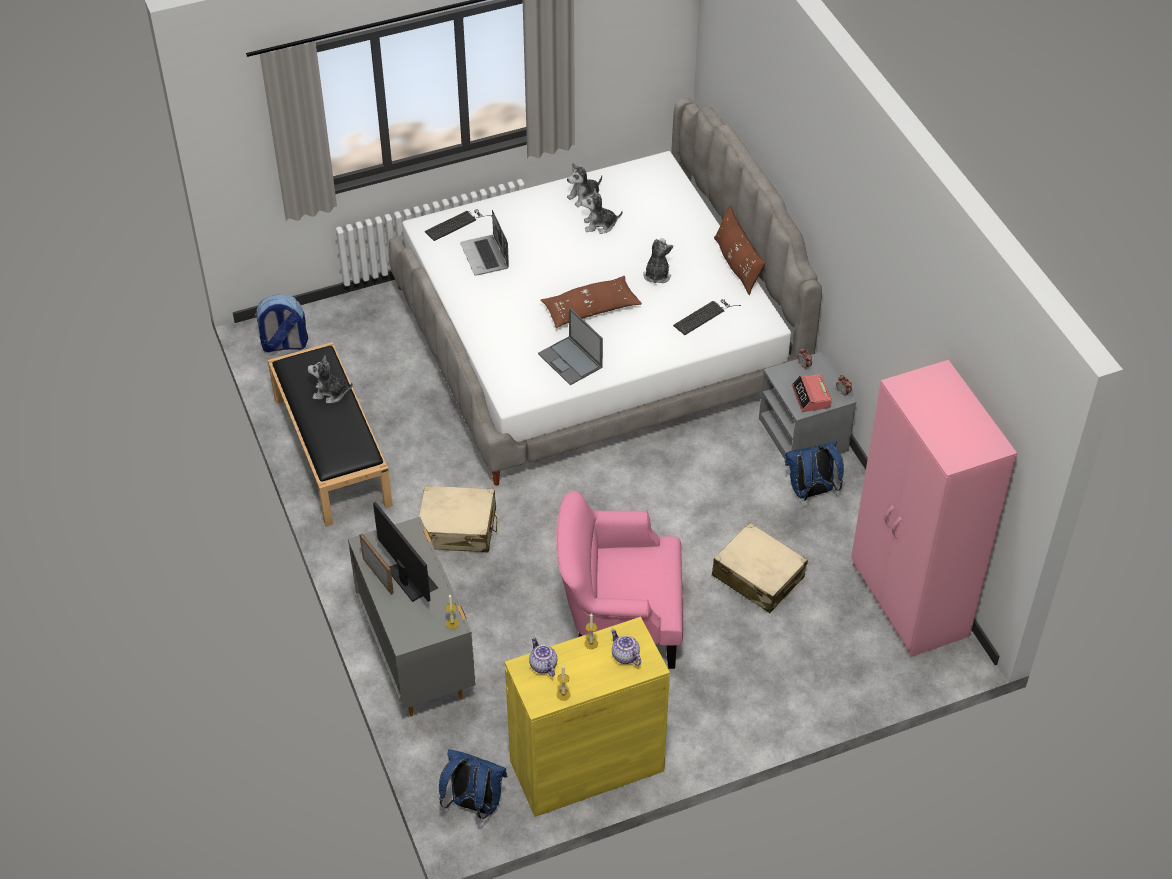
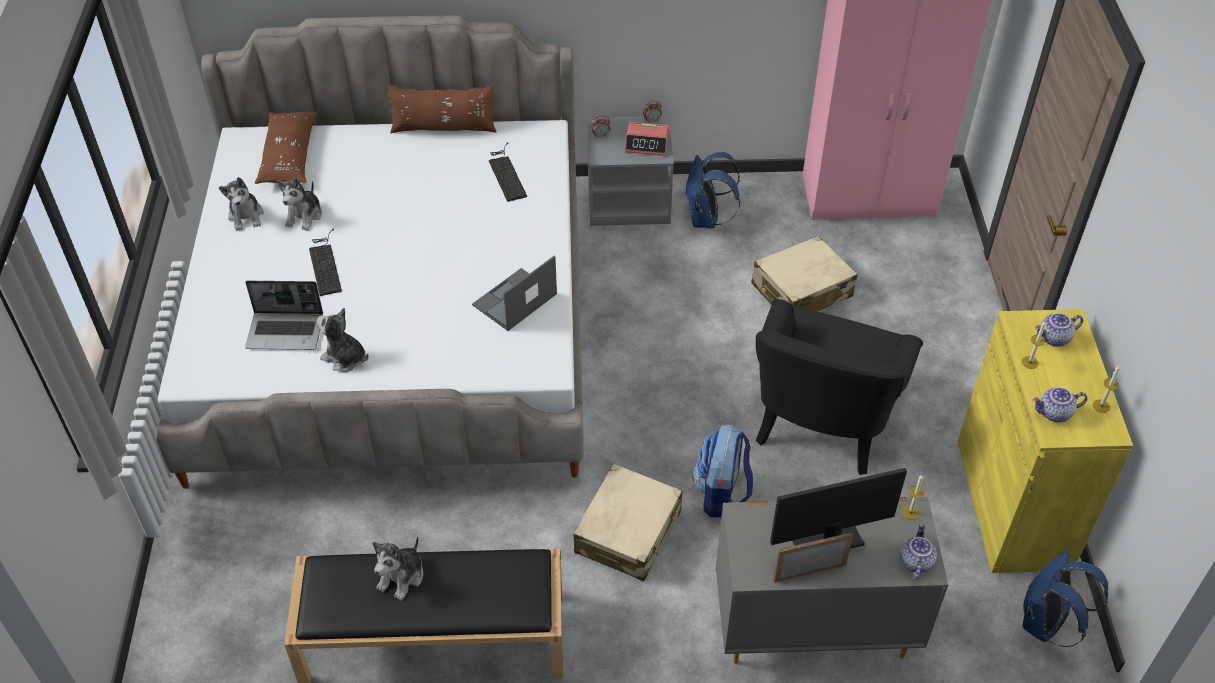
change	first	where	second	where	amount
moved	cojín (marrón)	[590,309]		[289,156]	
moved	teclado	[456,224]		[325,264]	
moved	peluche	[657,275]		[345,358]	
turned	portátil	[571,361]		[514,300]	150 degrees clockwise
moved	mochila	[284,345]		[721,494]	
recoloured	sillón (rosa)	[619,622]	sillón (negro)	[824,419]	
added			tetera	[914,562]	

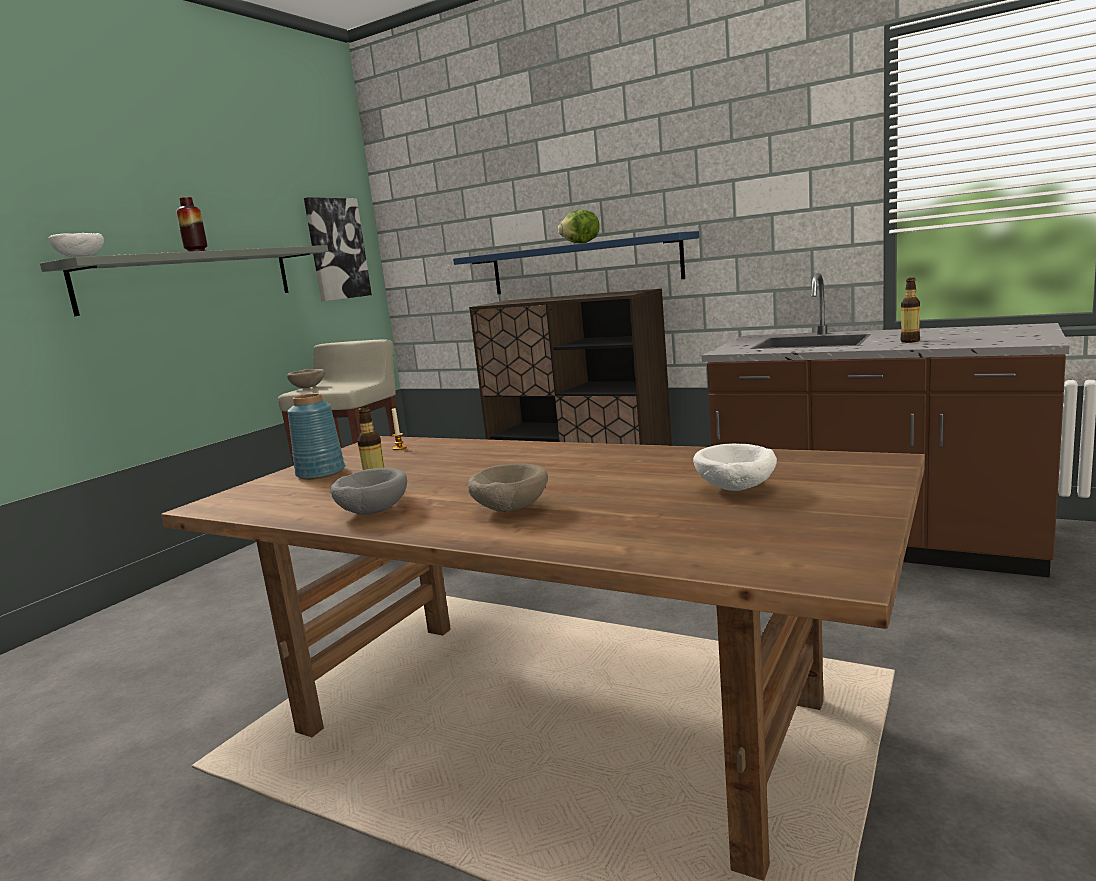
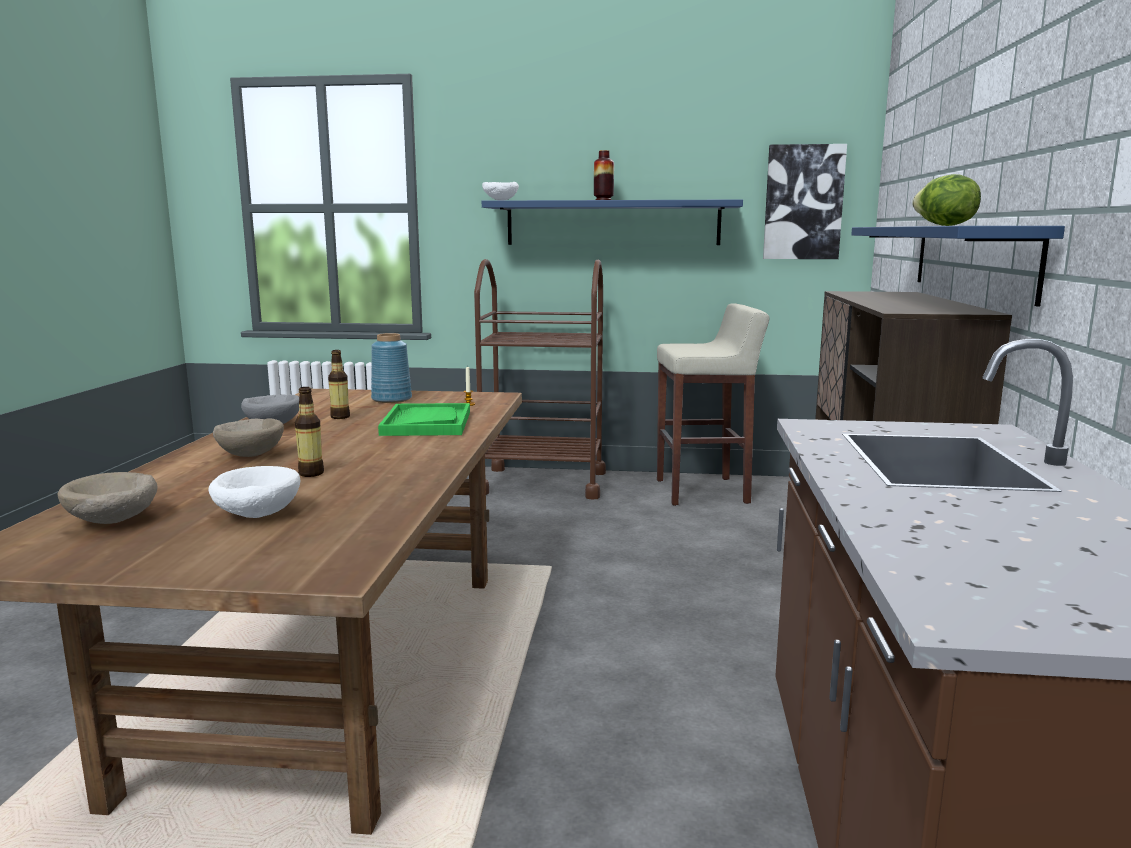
change	first	where	second	where	amount
moved	cuenco (beis)	[309,387]		[112,522]	
moved	botella	[910,341]		[311,473]	
added			bandeja (verde)	[426,423]	
added			carrito (marrón)	[542,483]	
recoloured	estante (gris)	[190,279]	estante (azul)	[612,223]	

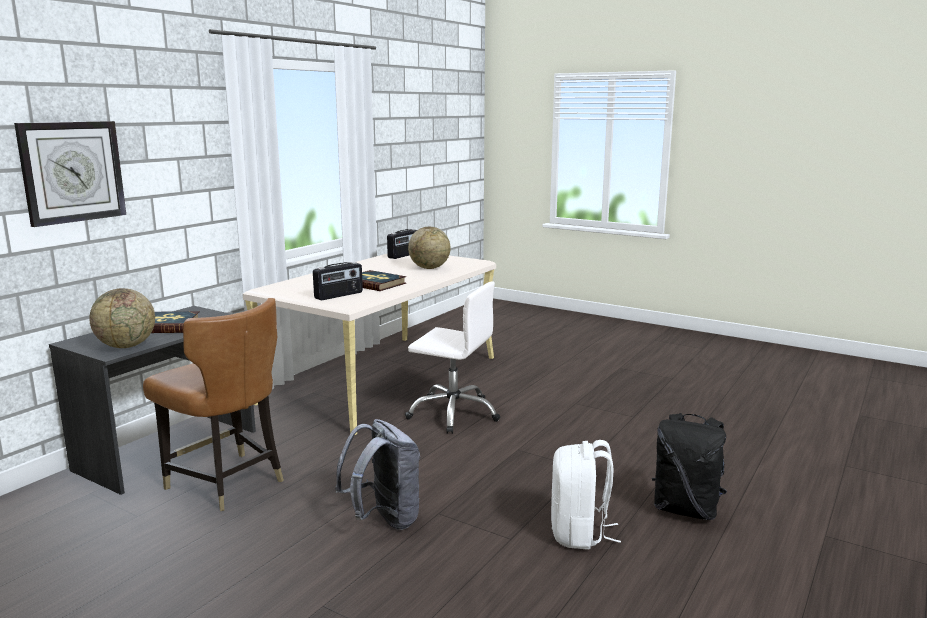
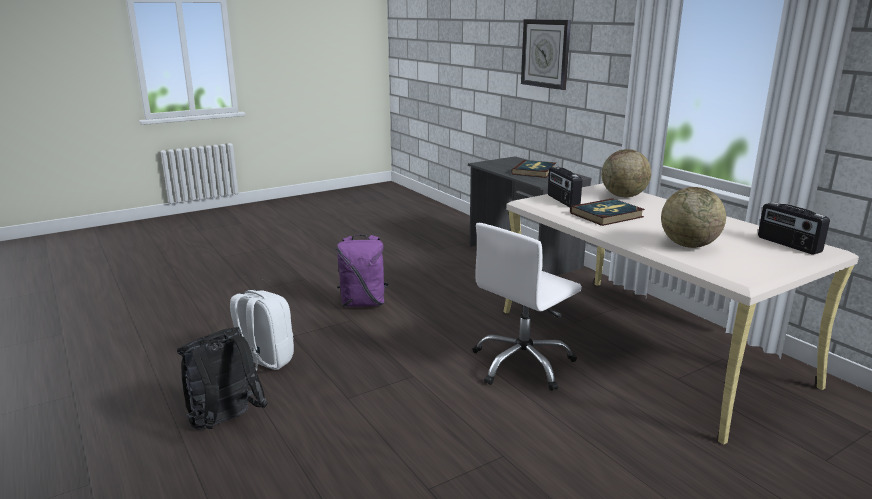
change	first	where	second	where	amount
recoloured	mochila (gris)	[384,520]	mochila (morado)	[363,303]	
moved	globo terráqueo	[126,346]		[623,196]	
removed	silla (marrón)	[227,483]			

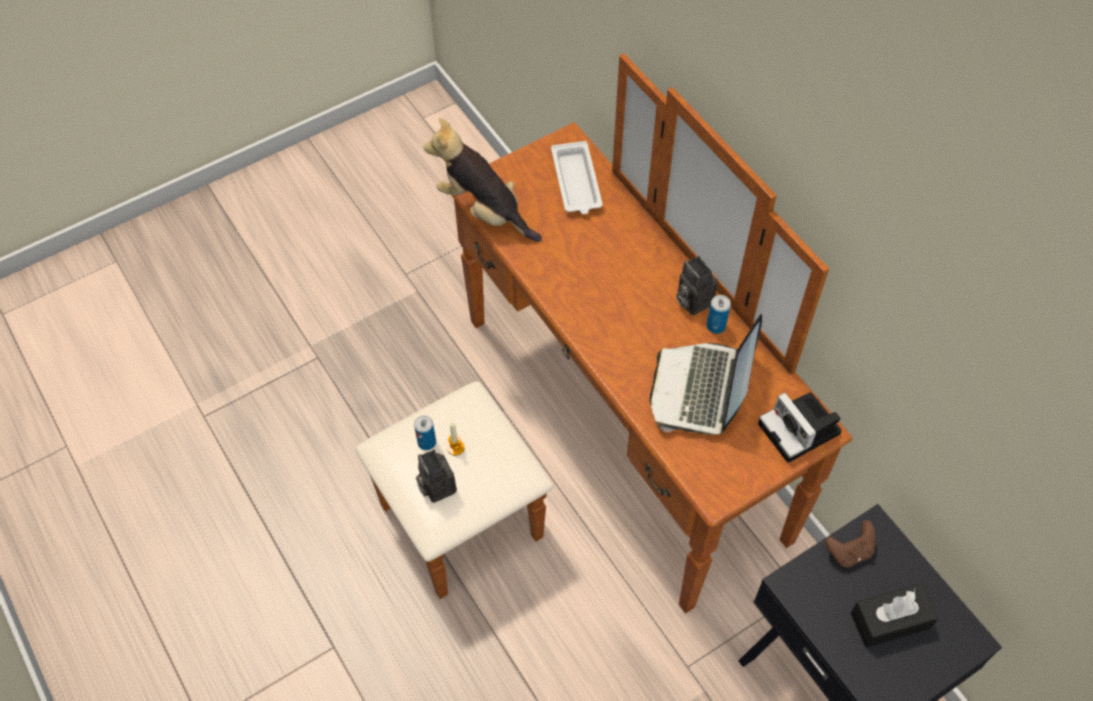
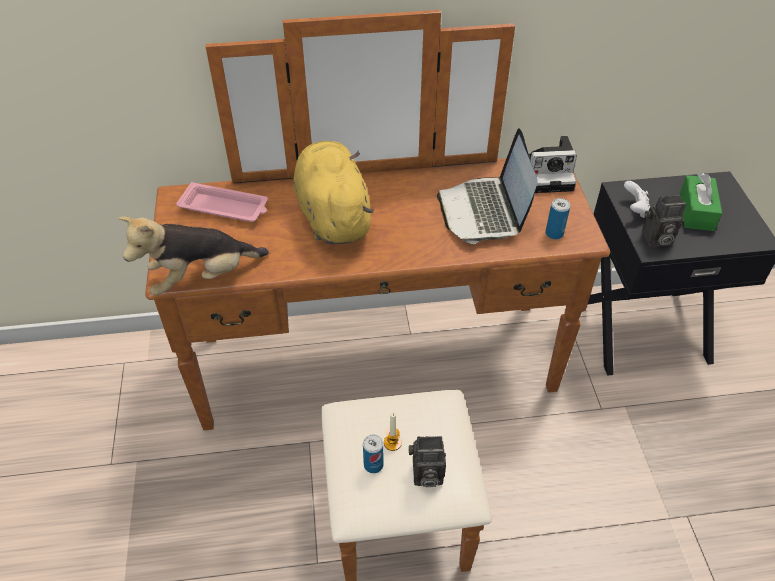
change	first	where	second	where	amount
recoloured	bandeja (blanco)	[576,183]	bandeja (rosa)	[225,208]	
added			peluche (amarillo)	[332,215]	
turned	portátil	[701,390]		[484,211]	45 degrees clockwise
moved	lata	[716,326]		[554,233]	
recoloured	mando de consola (marrón)	[849,551]	mando de consola (blanco)	[635,209]	
moved	cámara	[692,300]		[656,239]	
recoloured	caja de pañuelos (negro)	[890,620]	caja de pañuelos (verde)	[696,211]	

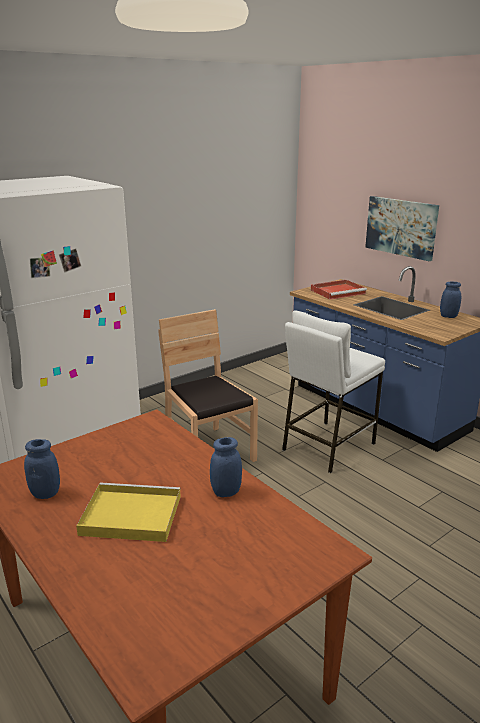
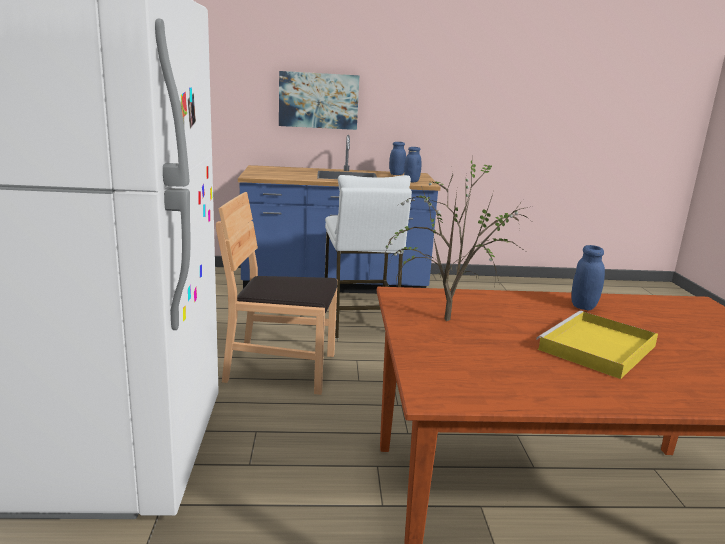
change	first	where	second	where	amount
added			planta en maceta	[445,317]	
moved	tarro (azul)	[45,493]		[411,181]	
removed	bandeja (rojo)	[338,291]			

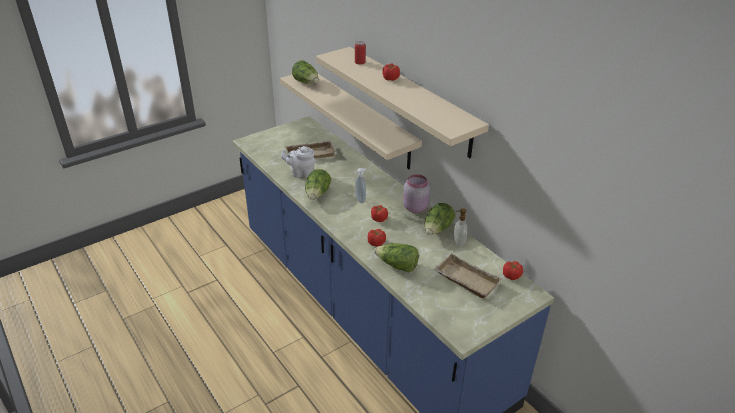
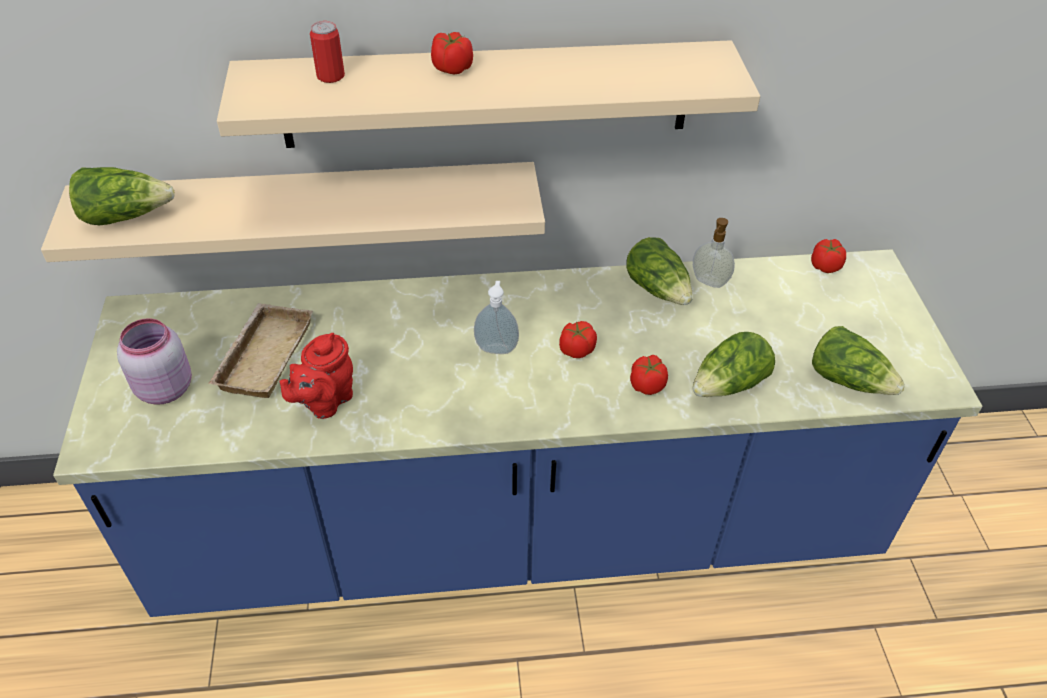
change	first	where	second	where	amount
moved	tarro (rosa)	[415,207]		[164,388]	
recoloured	tetera (blanco)	[301,173]	tetera (rojo)	[325,401]	
moved	lechuga	[317,194]		[848,380]	
removed	bandeja (beis)	[465,280]			

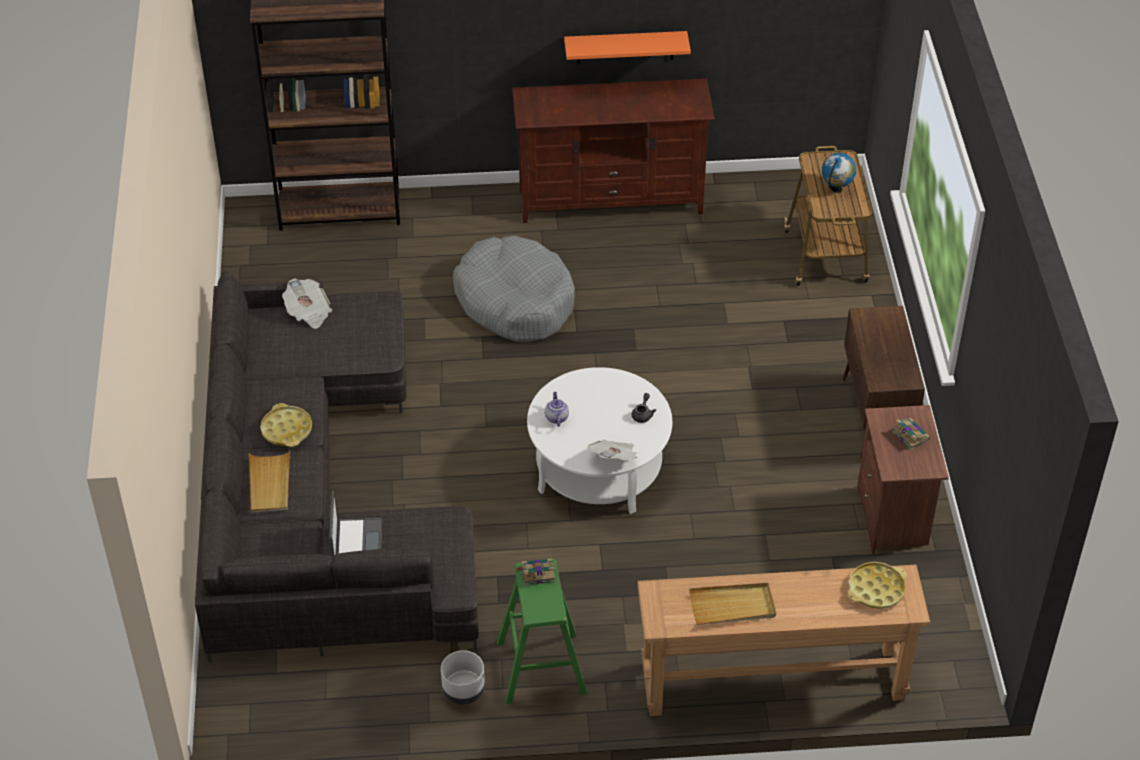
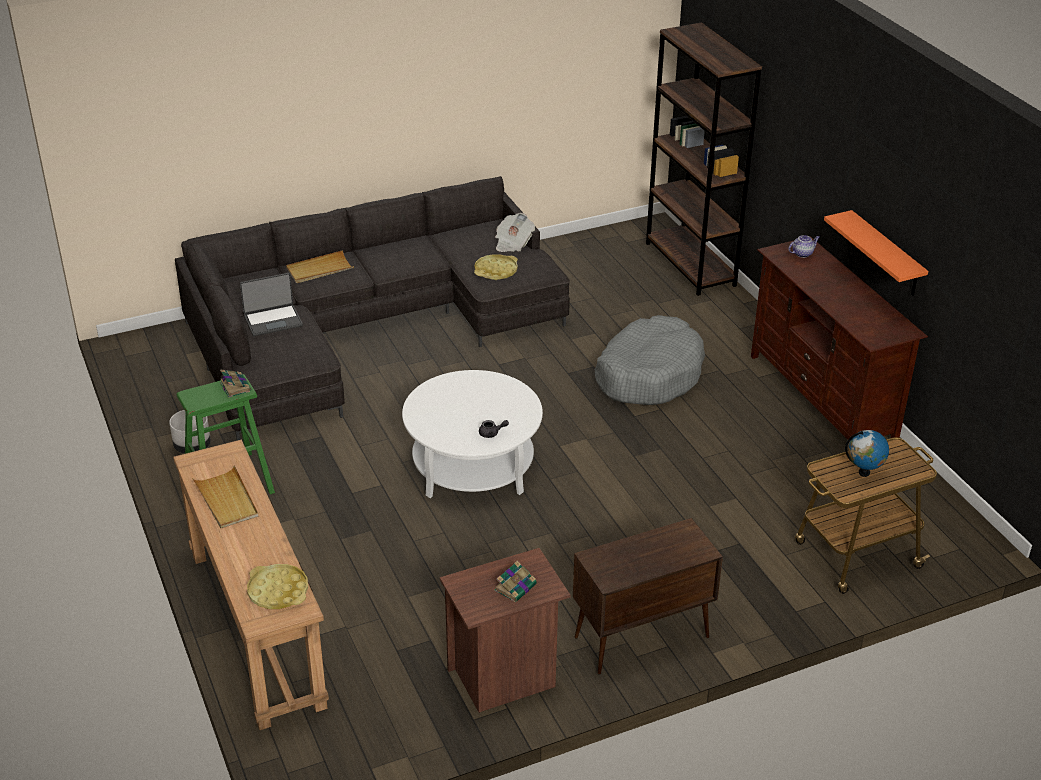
change	first	where	second	where	amount
moved	bandeja (amarillo)	[287,429]		[496,271]	
moved	tetera	[556,417]		[802,253]	
removed	periódico	[614,458]			

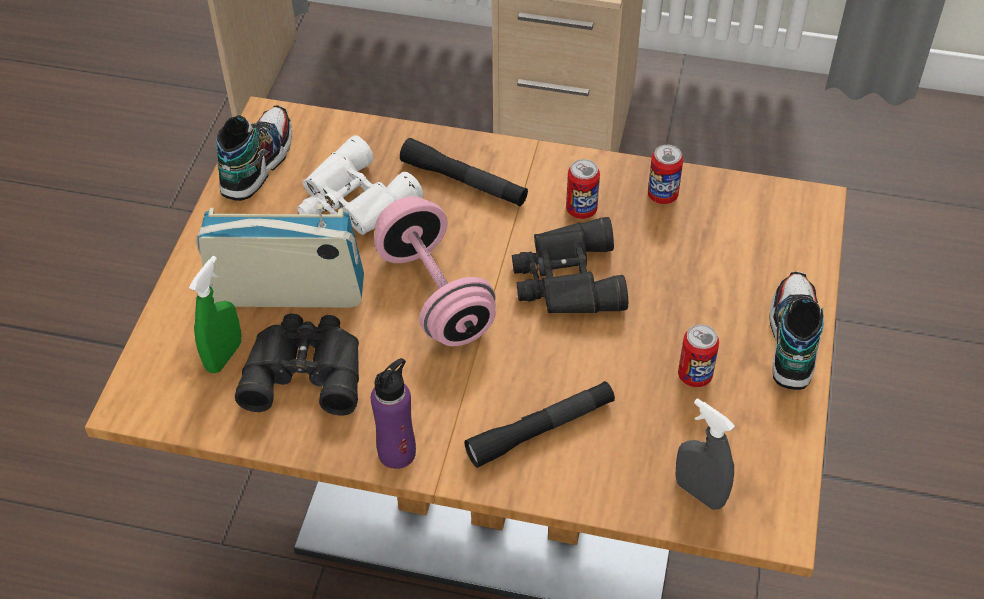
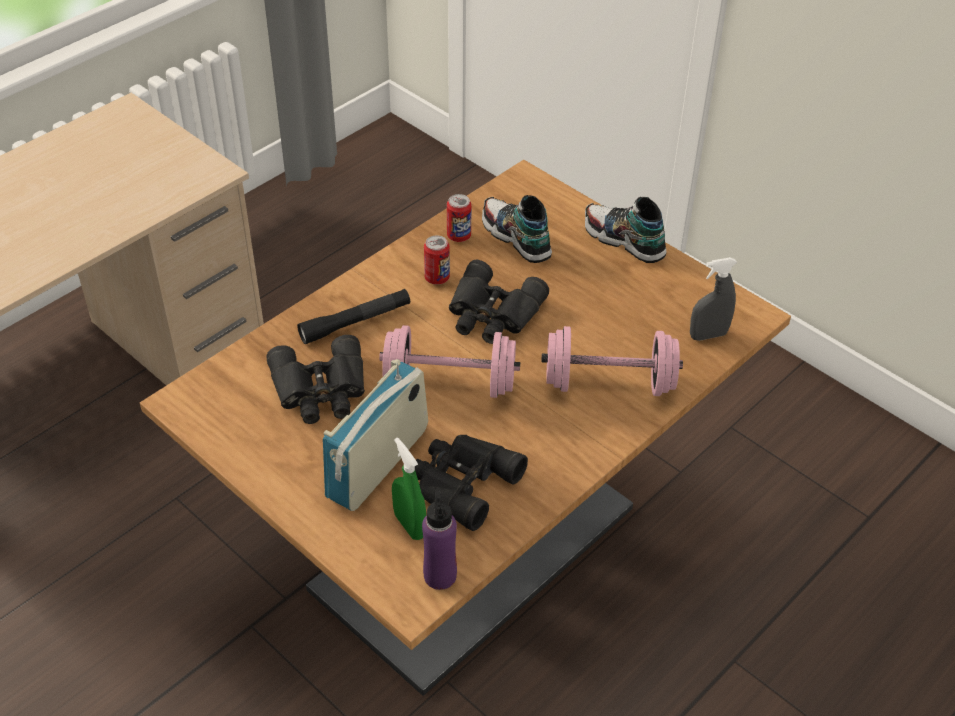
change	first	where	second	where	amount
recoloured	prismáticos (blanco)	[352,204]	prismáticos (negro)	[321,390]	
moved	botella (morado)	[397,452]		[440,575]	
moved	zapato	[257,162]		[516,238]	
replaced	linterna (negro)	[541,430]	mancuerna (rosa)	[609,383]	
removed	lata	[694,376]			

